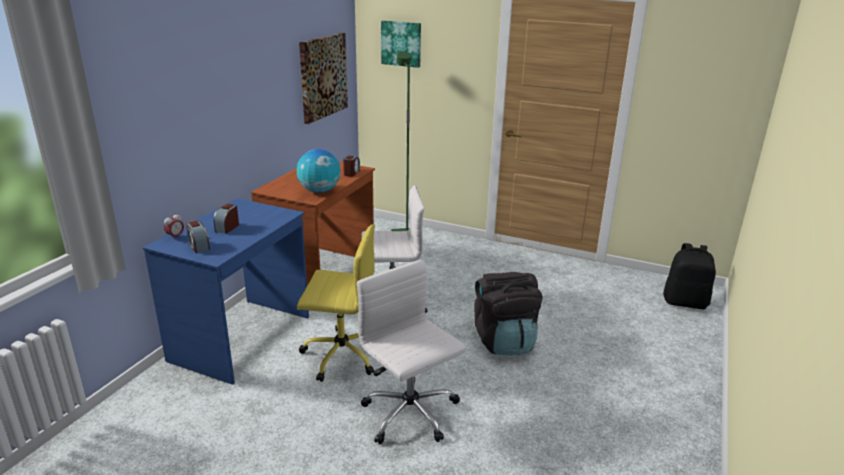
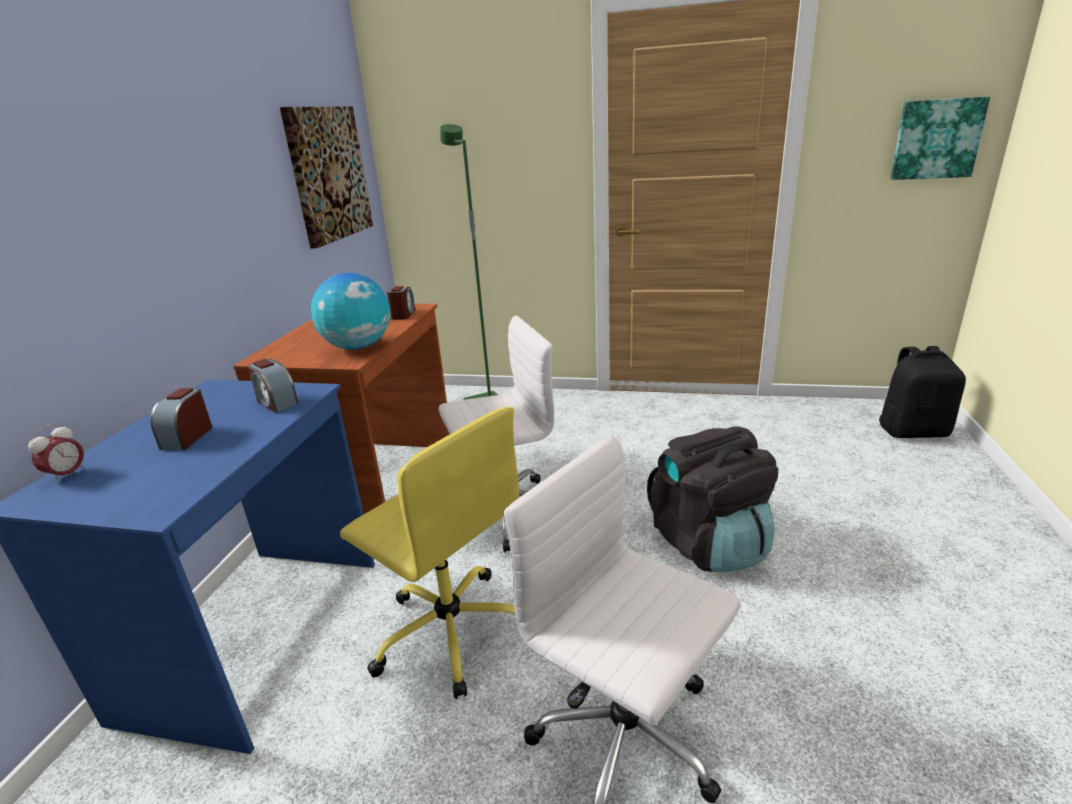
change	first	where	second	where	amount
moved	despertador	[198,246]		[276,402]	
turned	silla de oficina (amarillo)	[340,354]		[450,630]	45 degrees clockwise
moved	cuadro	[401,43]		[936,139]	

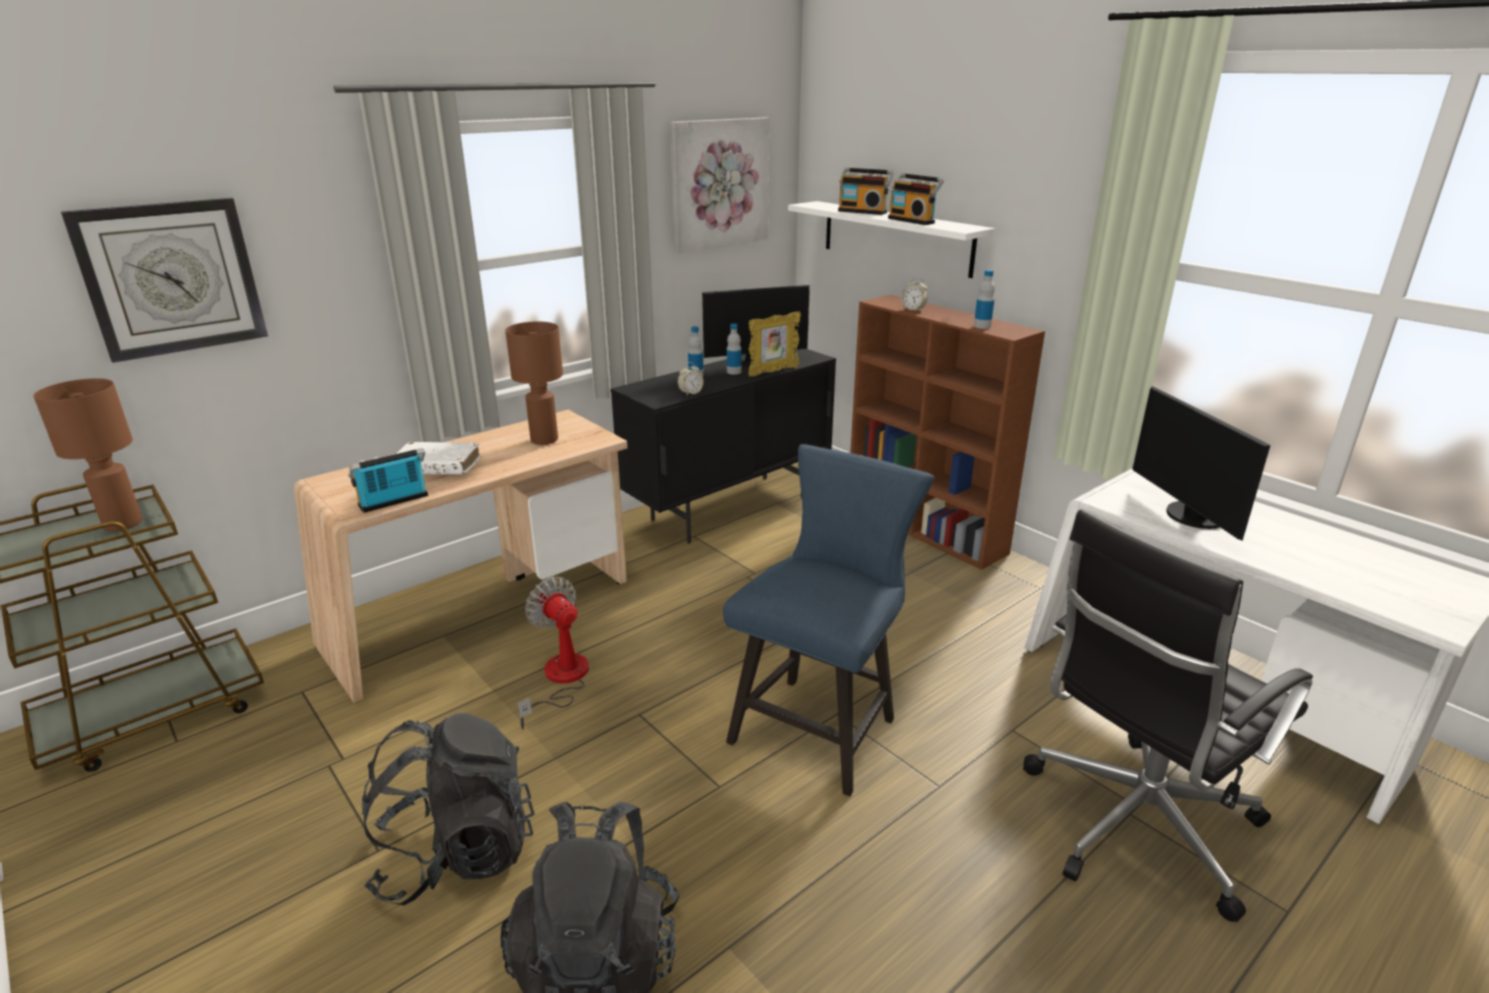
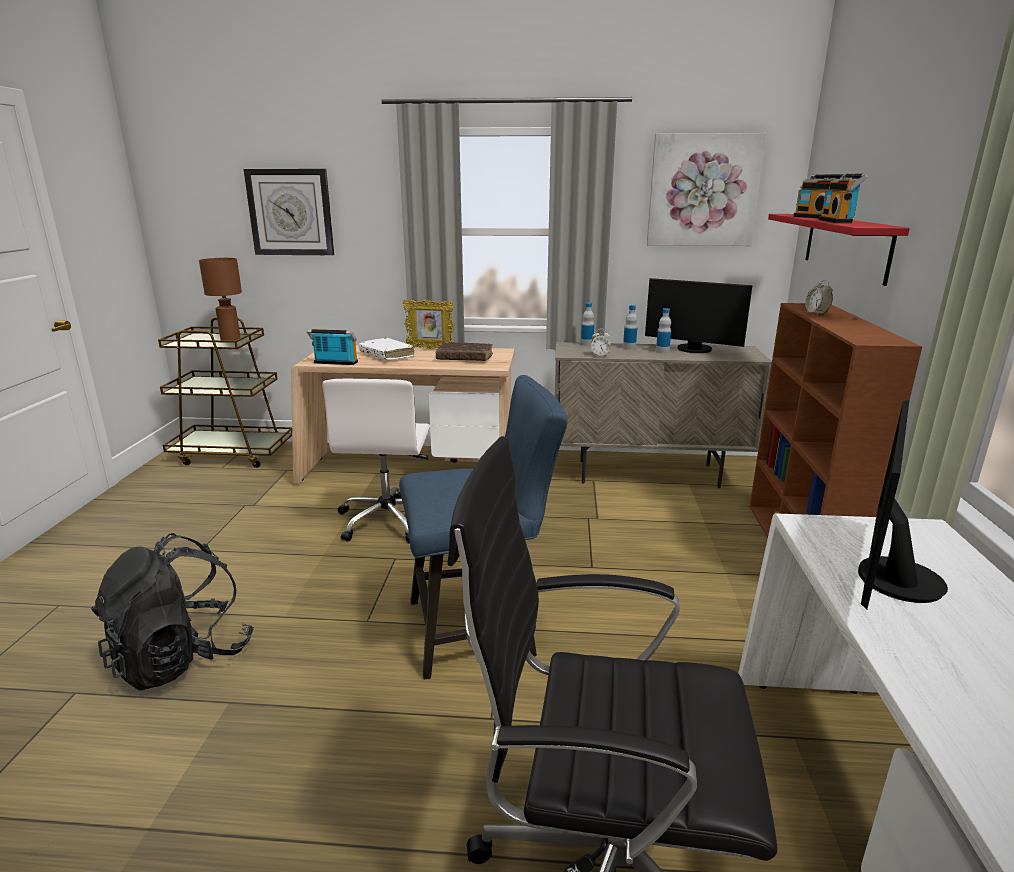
change	first	where	second	where	amount
replaced	ventilador	[560,680]	silla de oficina (blanco)	[388,520]	
moved	portarretratos	[773,372]		[430,348]	
replaced	lámpara de mesa (marrón)	[545,440]	libro (marrón)	[464,358]	
recoloured	armario (negro)	[730,508]	armario (beis)	[648,474]	
moved	botella	[982,326]		[587,344]	
recoloured	estante (blanco)	[896,238]	estante (rojo)	[845,245]	
removed	mochila (negro)	[456,853]			

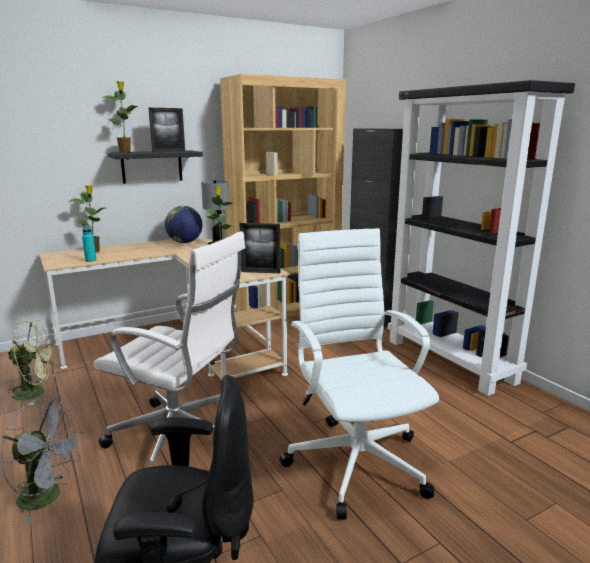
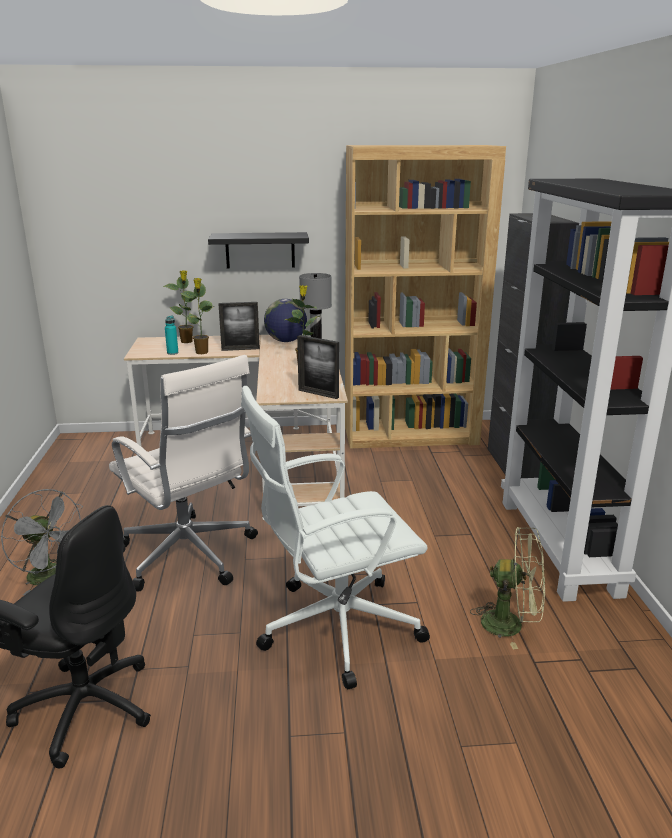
change	first	where	second	where	amount
moved	planta en maceta	[125,152]		[202,352]	
moved	portarretratos	[168,151]		[240,349]	
turned	silla de oficina (blanco)	[356,461]		[334,628]	120 degrees counterclockwise
moved	ventilador (verde)	[36,392]		[511,624]	

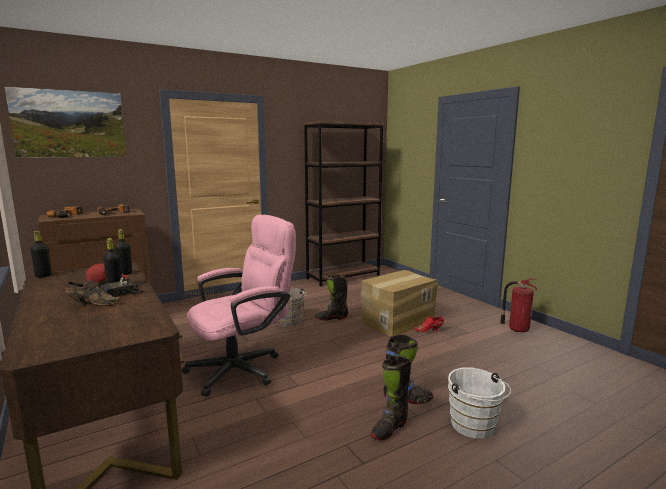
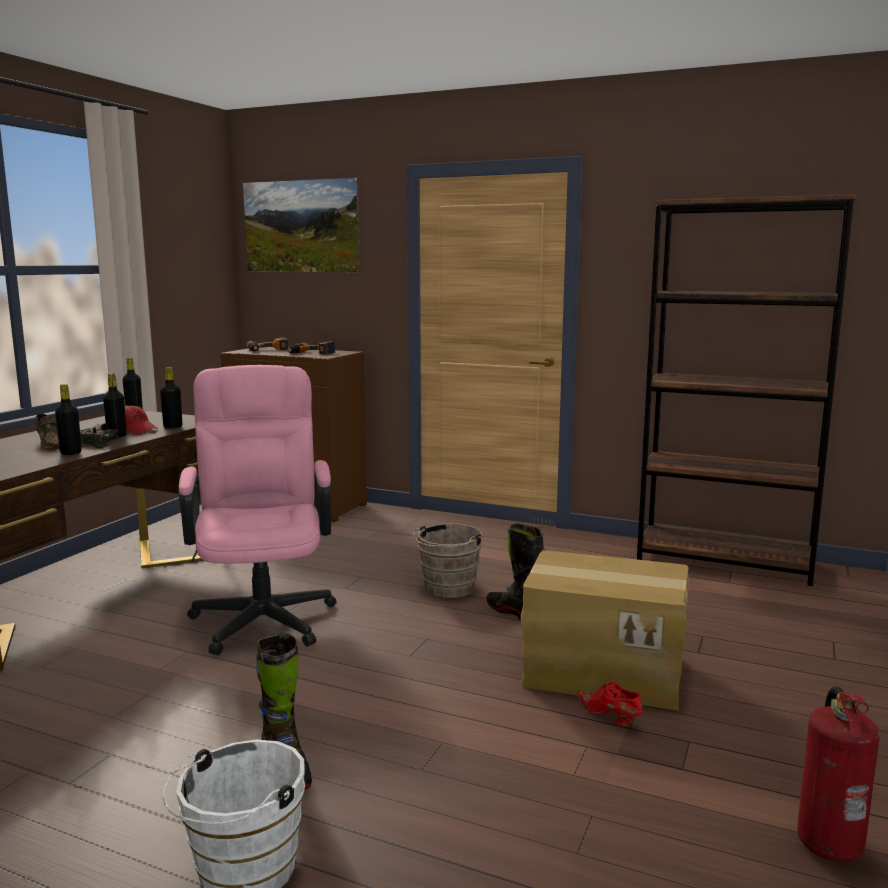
change	first	where	second	where	amount
added			botella (negro)	[71,453]	
turned	silla de oficina (rosa)	[243,368]		[264,614]	120 degrees counterclockwise
removed	bota (negro)	[389,429]			

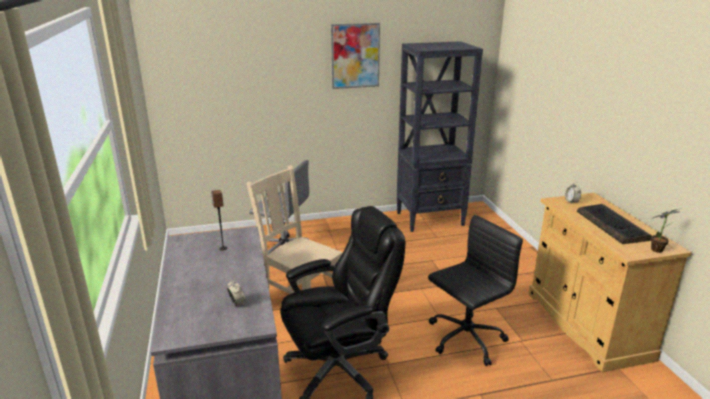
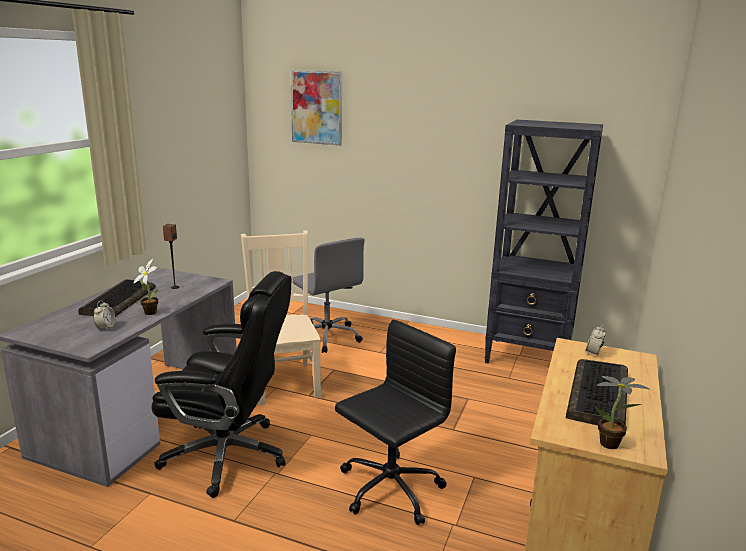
change	first	where	second	where	amount
added			teclado	[119,300]	
added			planta en maceta	[150,312]	
moved	cuadro	[355,56]		[317,107]	
turned	silla de oficina (negro)	[464,339]		[389,489]	45 degrees counterclockwise

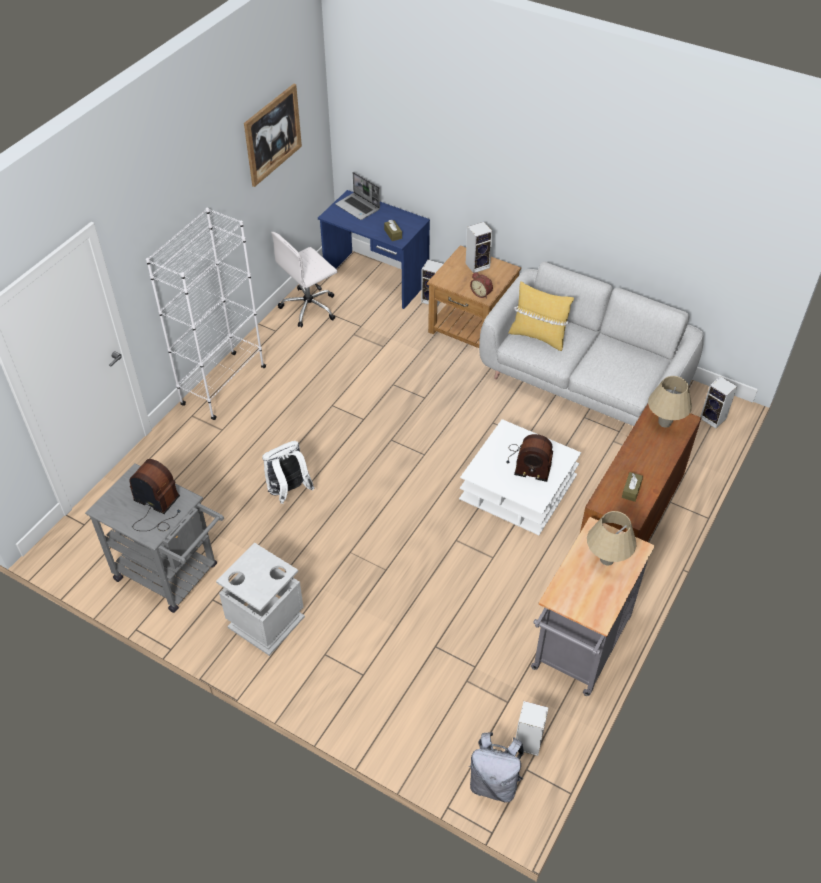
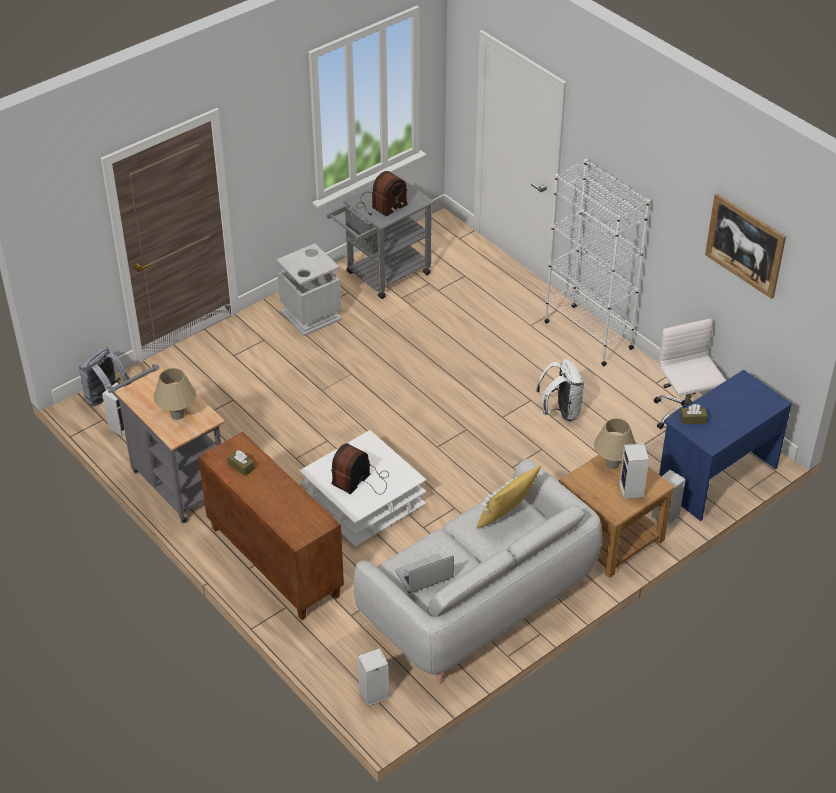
change	first	where	second	where	amount
moved	portátil	[358,207]		[423,576]	
moved	mochila (blanco)	[288,491]		[560,411]	
moved	lámpara de mesa (beis)	[664,423]		[612,464]	
removed	despertador	[481,293]			

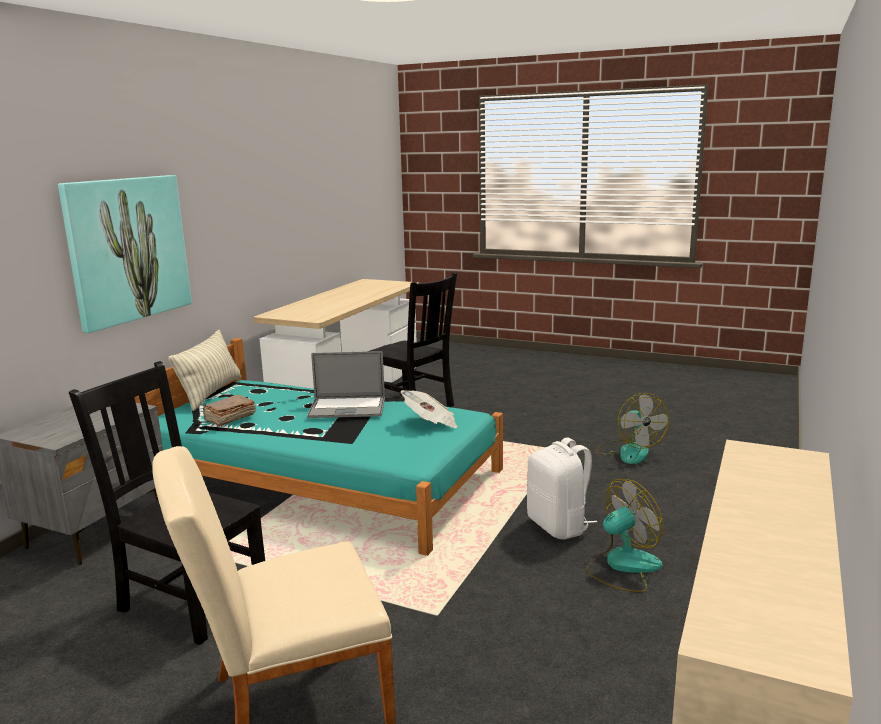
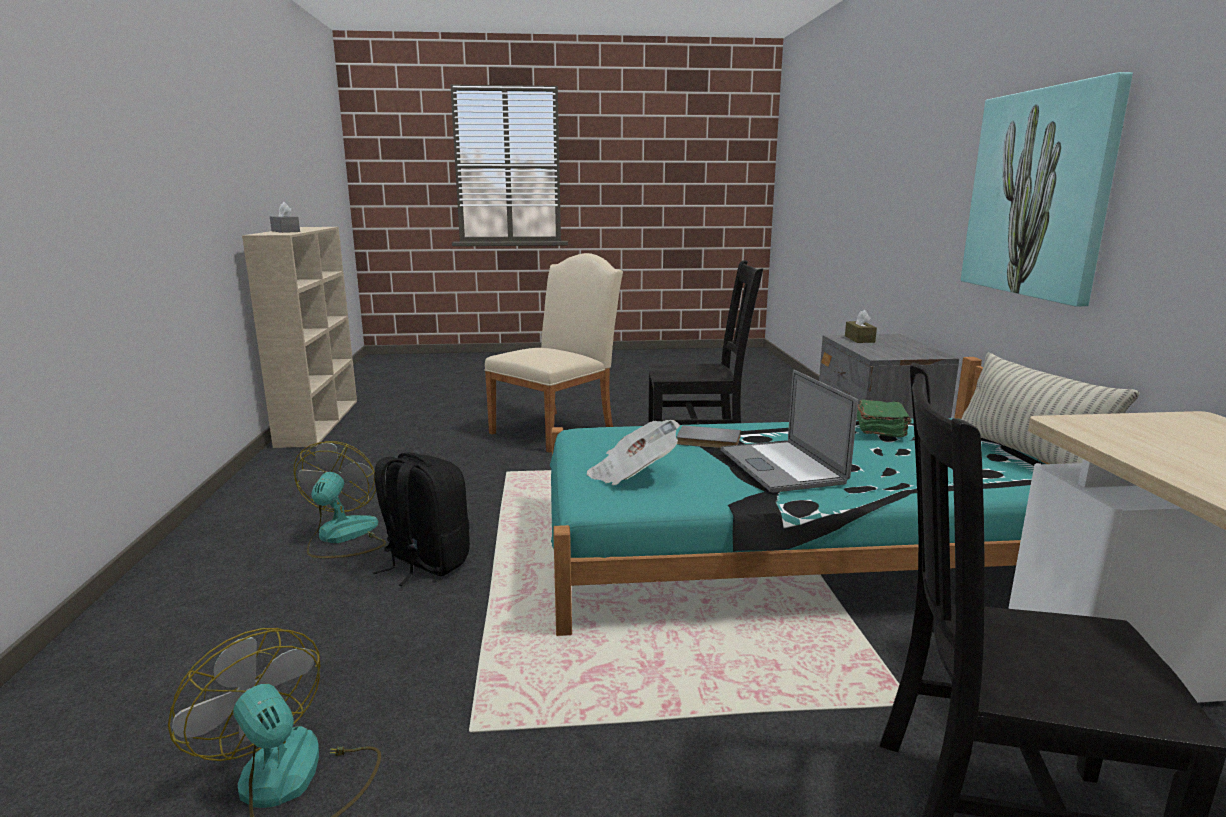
change	first	where	second	where	amount
added			caja de pañuelos (gris)	[285,231]	
turned	ventilador	[623,566]		[342,537]	150 degrees clockwise
recoloured	mochila (blanco)	[559,526]	mochila (negro)	[424,563]	
added			libro (gris)	[708,441]	
turned	portátil	[347,408]		[781,466]	75 degrees counterclockwise
added			caja de pañuelos (marrón)	[859,339]	
recoloured	libro (marrón)	[229,418]	libro (verde)	[881,429]	

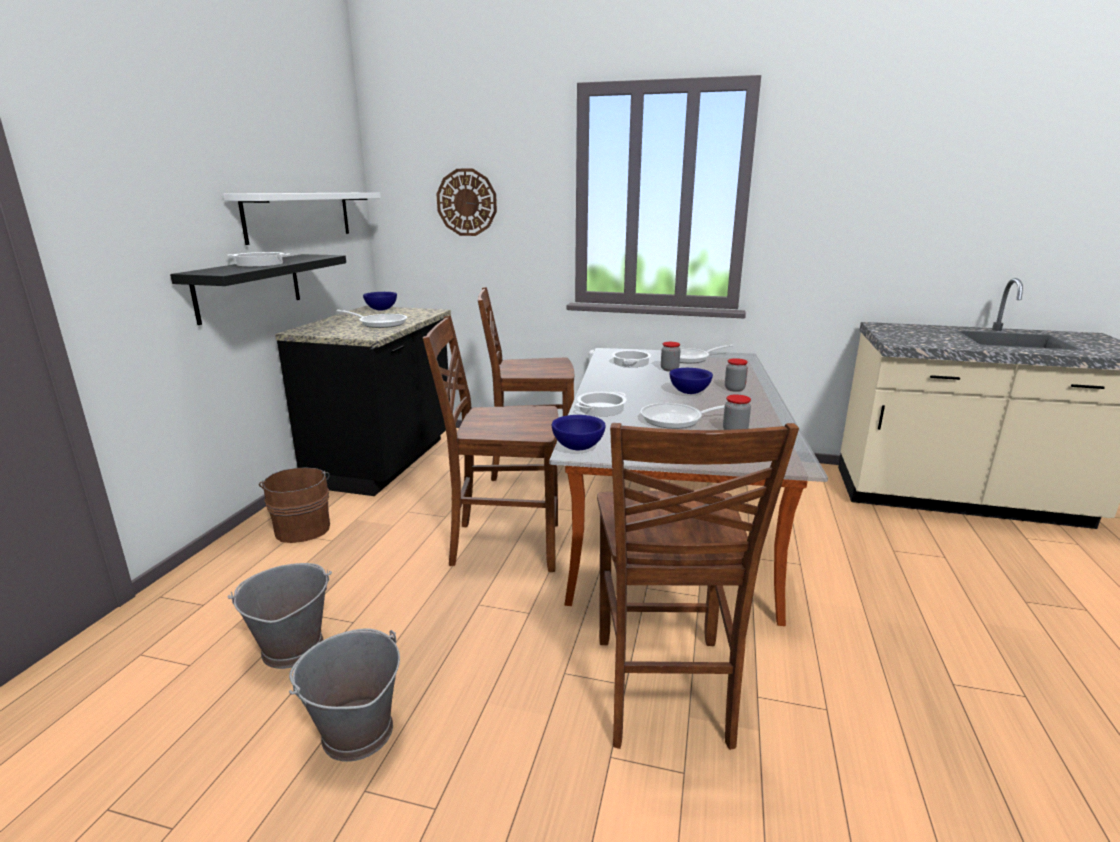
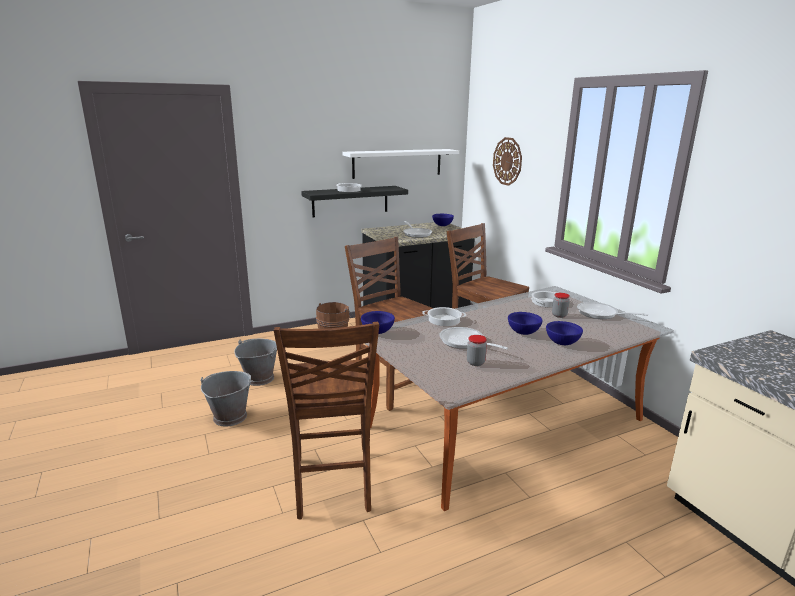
change	first	where	second	where	amount
turned	silla (marrón)	[663,692]		[332,485]	60 degrees counterclockwise
replaced	tarro	[734,389]	cuenco (azul)	[562,343]	

